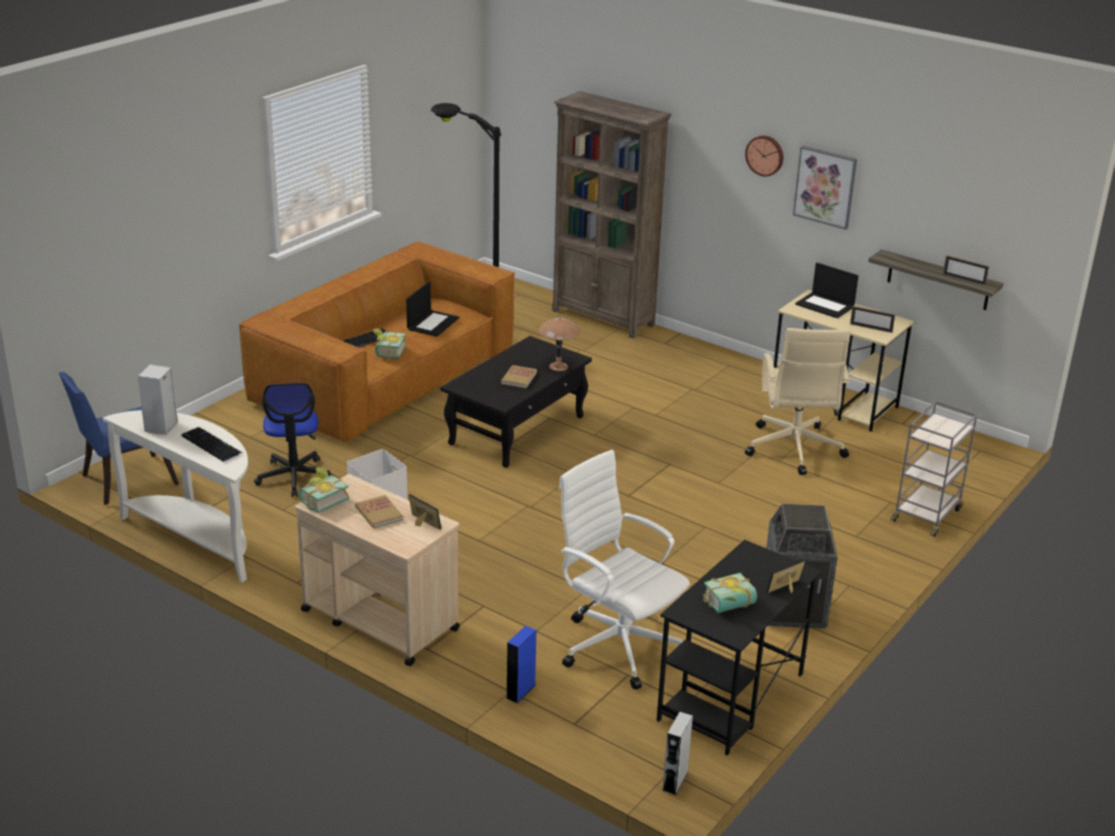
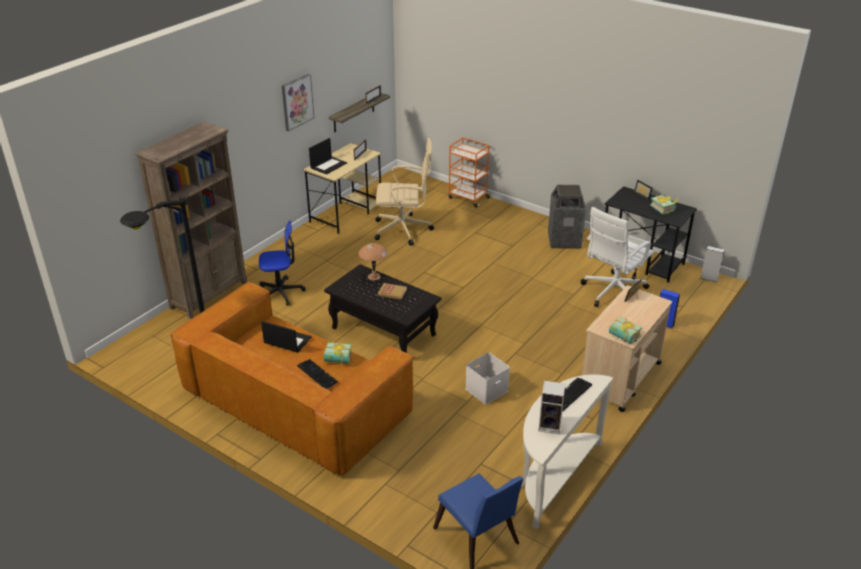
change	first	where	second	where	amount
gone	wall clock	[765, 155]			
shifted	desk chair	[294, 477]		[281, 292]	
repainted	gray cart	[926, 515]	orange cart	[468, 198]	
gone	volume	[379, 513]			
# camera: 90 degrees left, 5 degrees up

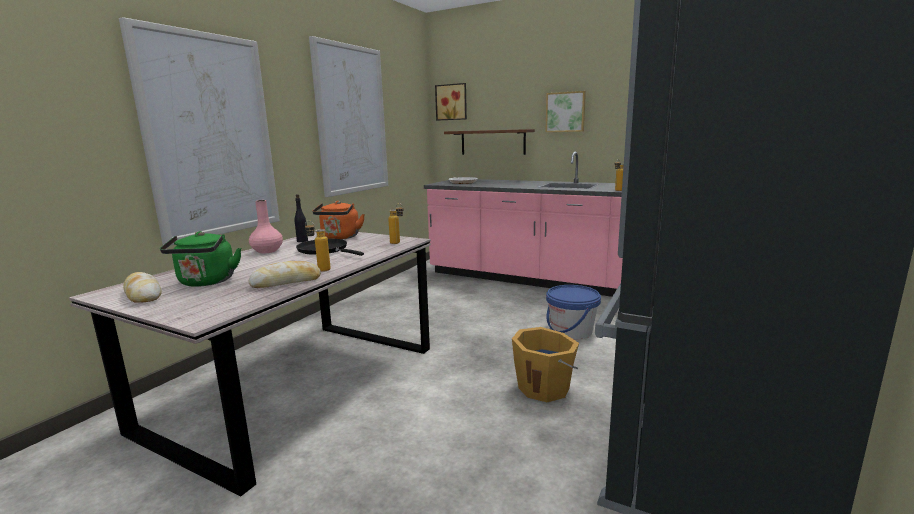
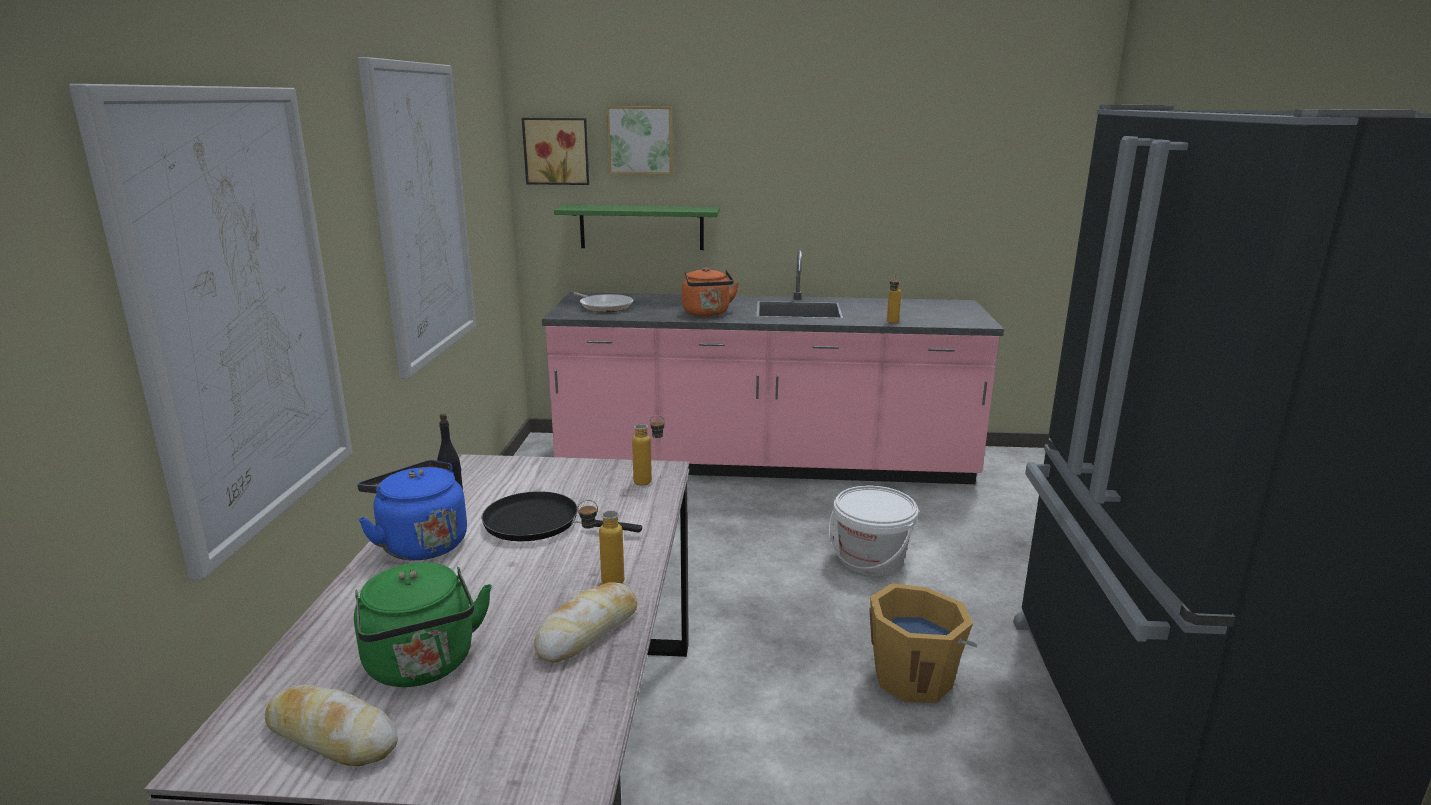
change	first	where	second	where	amount
shifted	wall picture	[565, 112]		[640, 140]	
repainted	brownish bracket shelf	[492, 142]	green bracket shelf	[641, 227]	
swapped	pink-coloured decorative vase	[267, 251]	blue water kettle	[420, 543]	
shifted	orange water kettle	[340, 238]		[707, 314]	
repainted	blue bucket	[571, 331]	white bucket	[871, 560]	
# camera: 25 degrees left, 5 degrees up

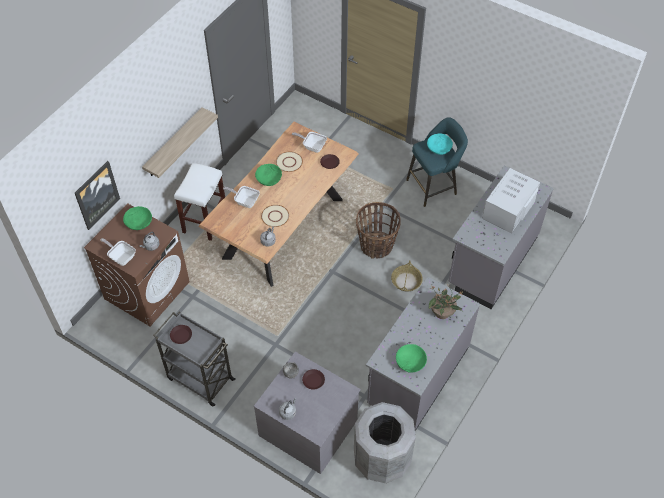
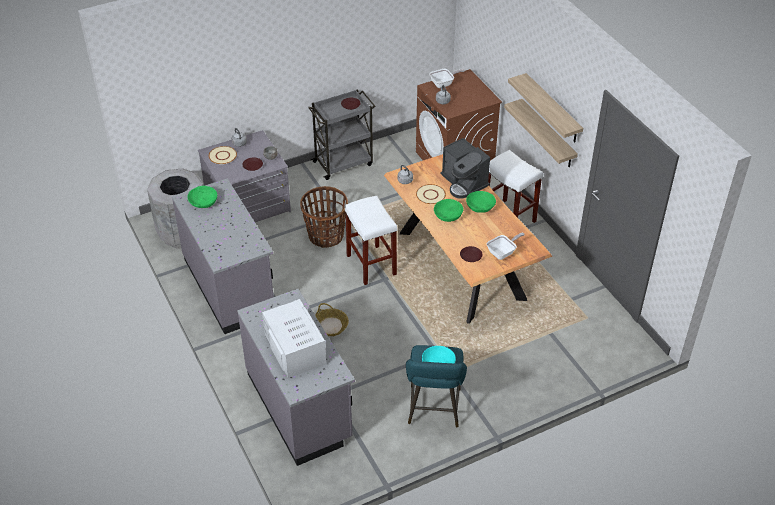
change	first	where	second	where	amount
shifted	beige-coloured plate	[289, 162]		[222, 155]	
gone	wall picture	[96, 195]			
swapped	skillet	[245, 201]	coffee maker	[464, 183]	
shifted	basket	[376, 245]		[325, 236]	
shifted	green serving bowl	[138, 223]		[448, 215]	
gone	potted plant	[442, 313]			
new			bracket shelf	[552, 109]	
new			white sitting stool	[370, 264]	
# camera: 120 degrees right, 10 degrees down

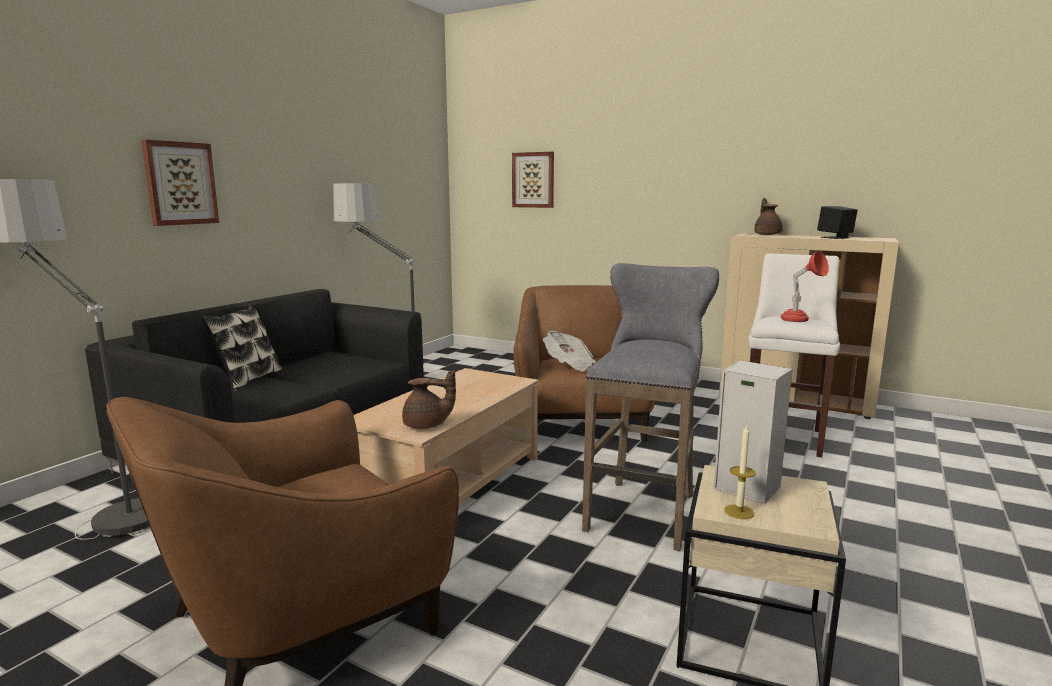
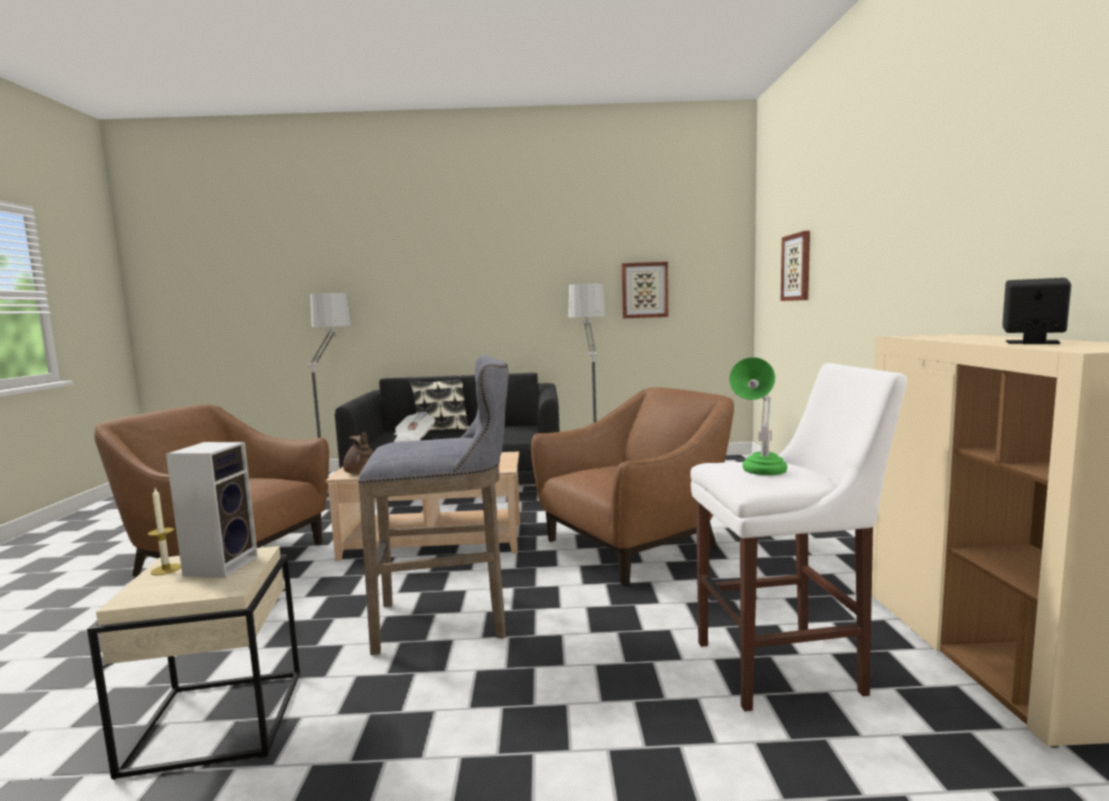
change	first	where	second	where	amount
shifted	wall picture	[180, 183]		[644, 290]	
gone	brownish tea pot	[767, 234]			
repainted	reddish lamp for a table	[800, 321]	green lamp for a table	[760, 473]	
shifted	printed paper	[569, 365]		[413, 440]	
# camera: 60 degrees right, 5 degrees down

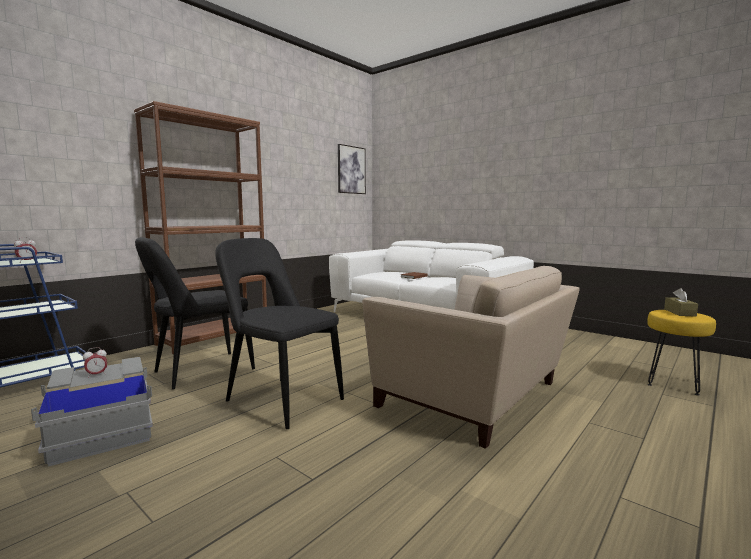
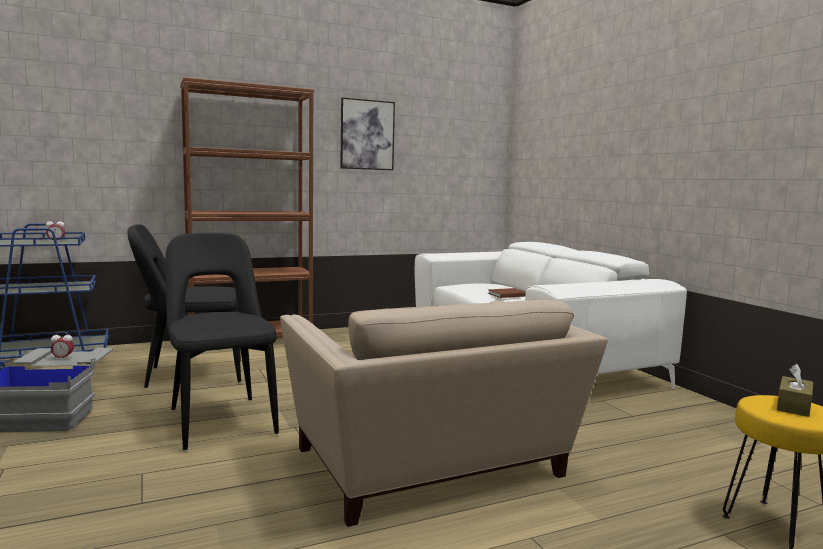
change	first	where	second	where	amount
shifted	wall picture	[351, 170]		[367, 135]	
# camera: 25 degrees right, 0 degrees up

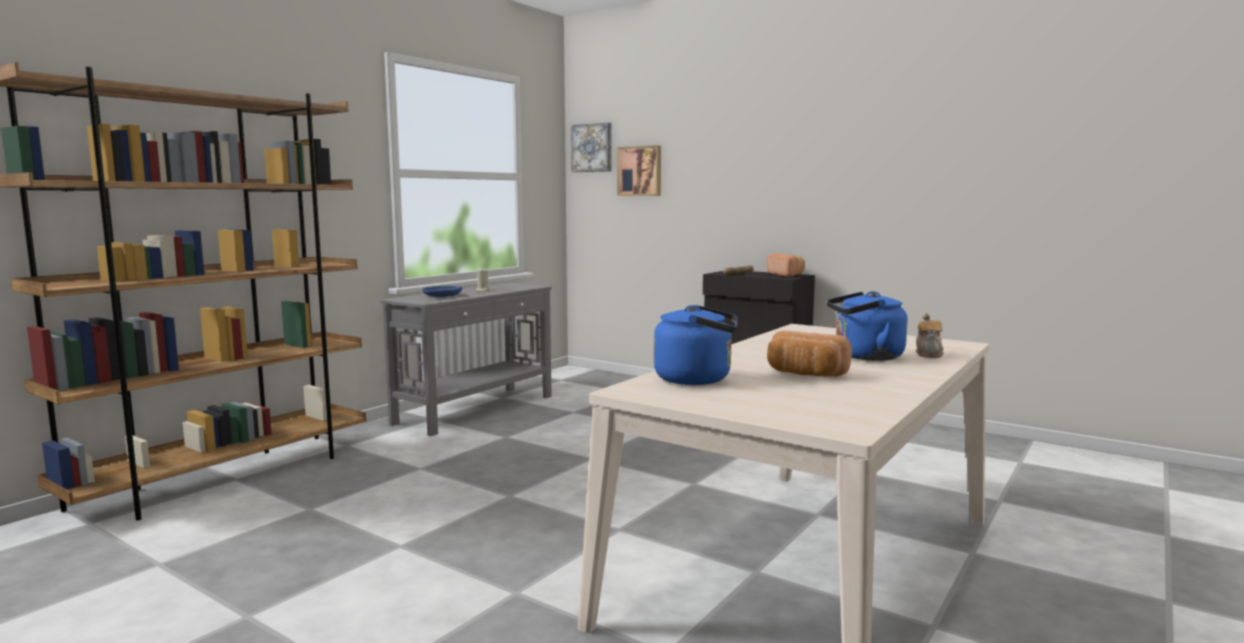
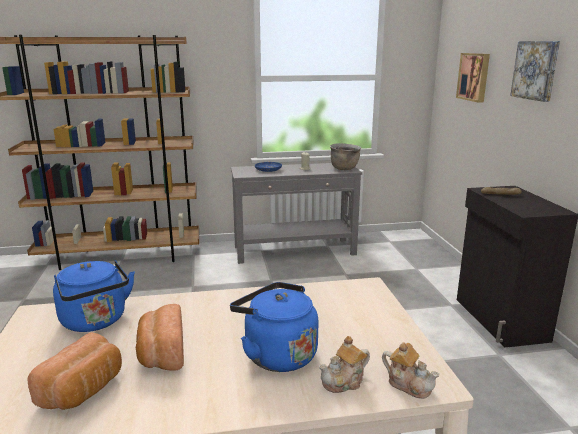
change	first	where	second	where	amount
shifted	wall picture	[592, 148]		[536, 70]	
shifted	bread	[786, 275]		[84, 390]	
new			brownish saucepot	[344, 168]	
new			tea pot	[409, 384]	
# camera: 45 degrees right, 10 degrees up

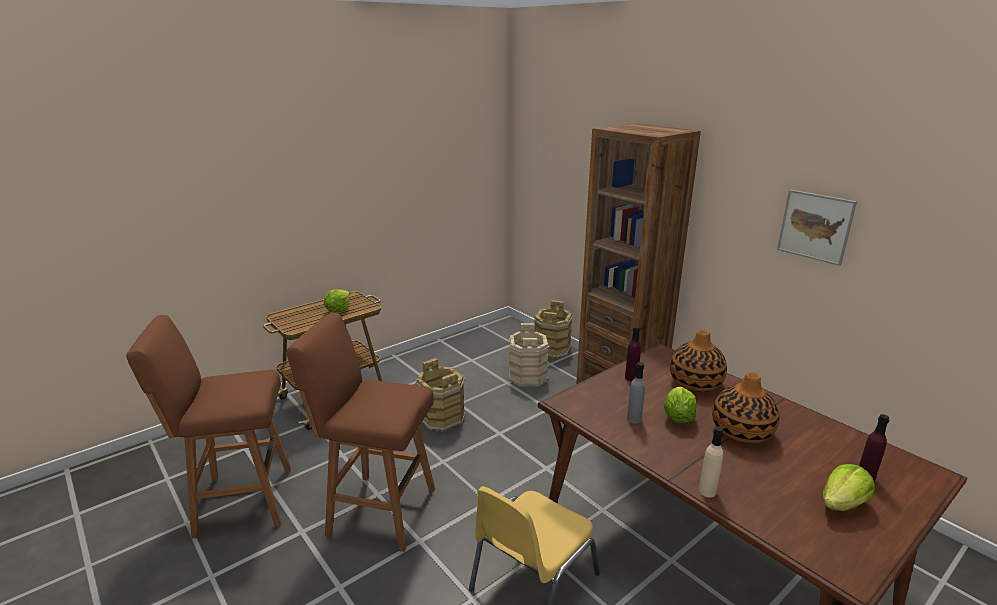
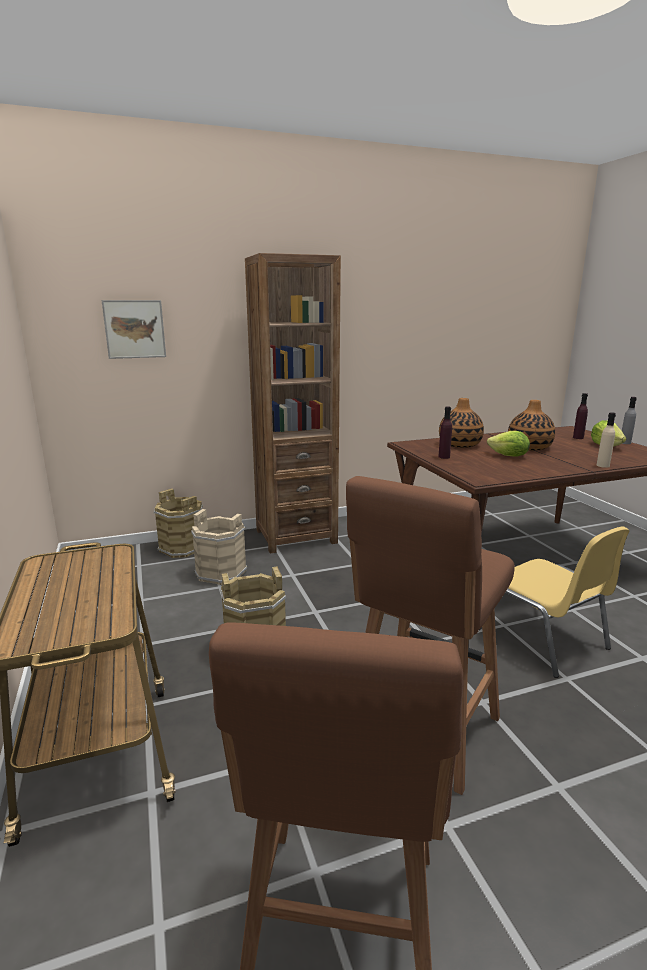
change	first	where	second	where	amount
shifted	wall picture	[815, 226]		[134, 329]	
gone	lettuce	[338, 310]			
shifted	gray drink bottle	[634, 419]		[625, 443]	
# camera: 70 degrees left, 5 degrees down

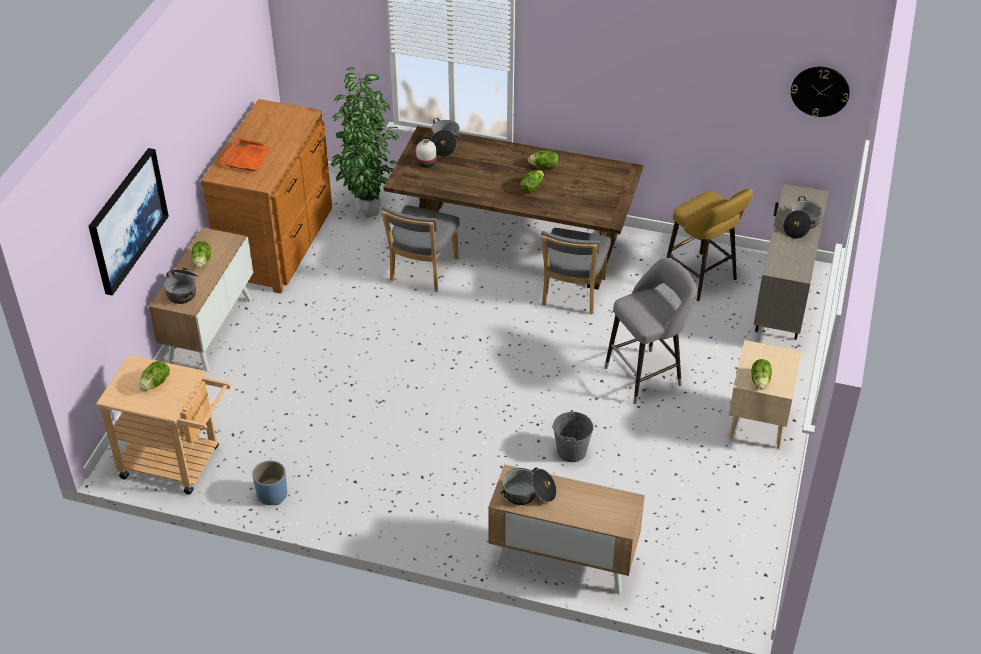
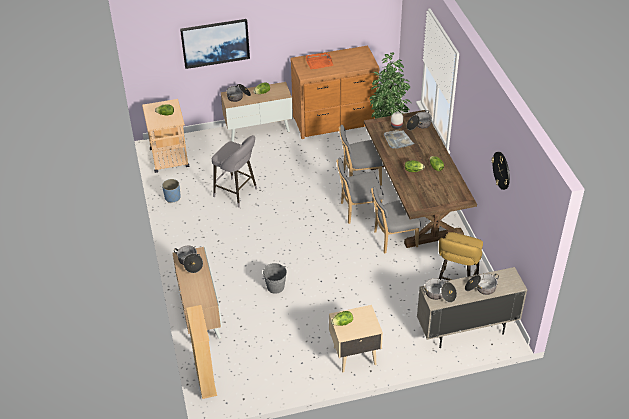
change	first	where	second	where	amount
shifted	wall clock	[820, 91]		[501, 170]	
shifted	gray sitting stool	[646, 374]		[237, 193]	
new			gray tray	[398, 140]	
new			gray plain chair	[358, 211]	
new			saucepot	[439, 294]	
new			beige-coloured bookcase	[205, 379]	
# camera: 60 degrees right, 0 degrees up

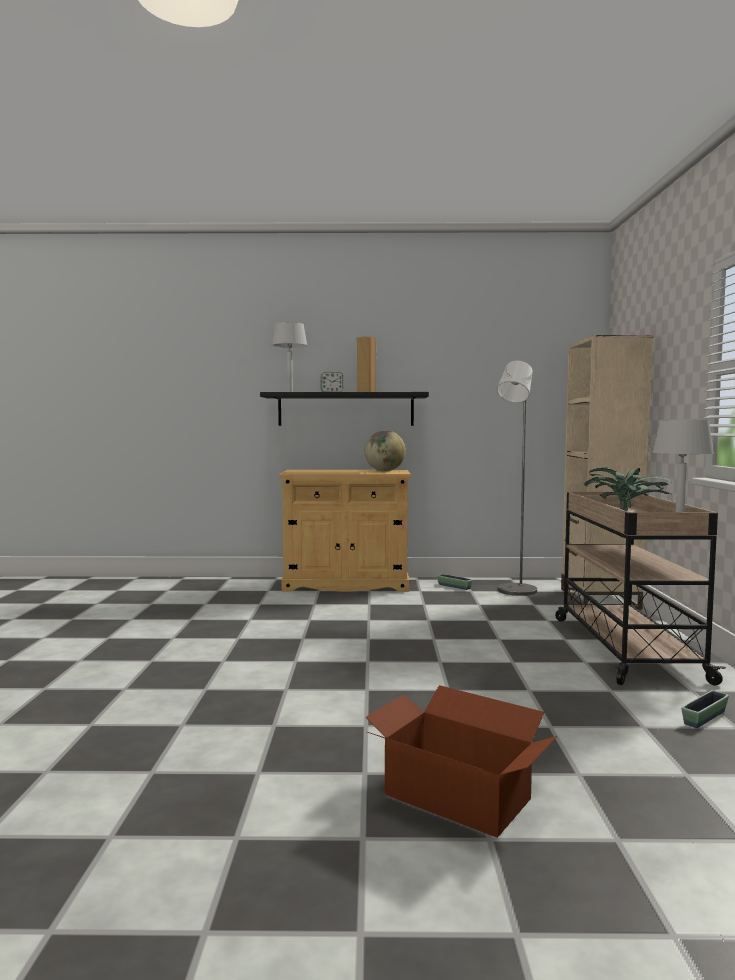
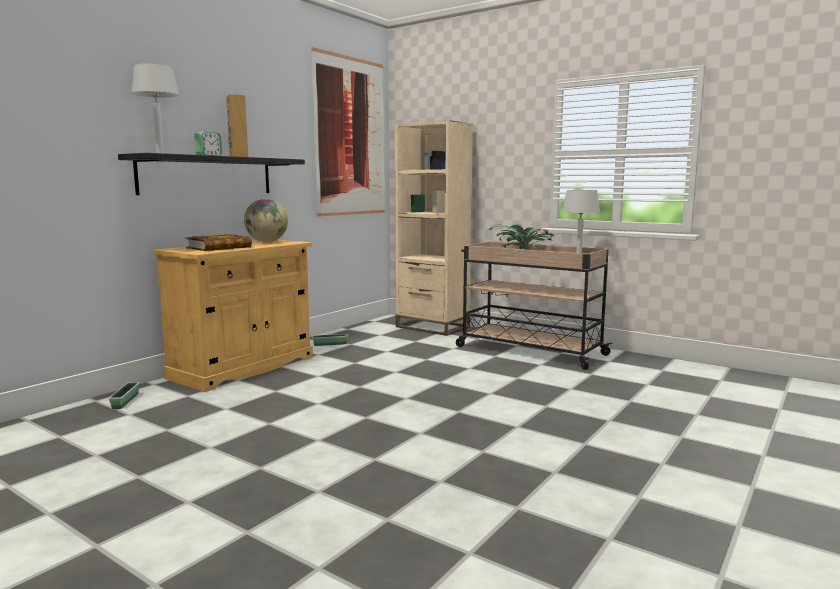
change	first	where	second	where	amount
gone	gray standing lamp	[514, 592]			
gone	cardboard box	[457, 798]			
shifted	planter	[704, 717]		[125, 401]	
new			wall picture	[350, 137]	
new			volume	[219, 247]	
# camera: 55 degrees left, 5 degrees up

